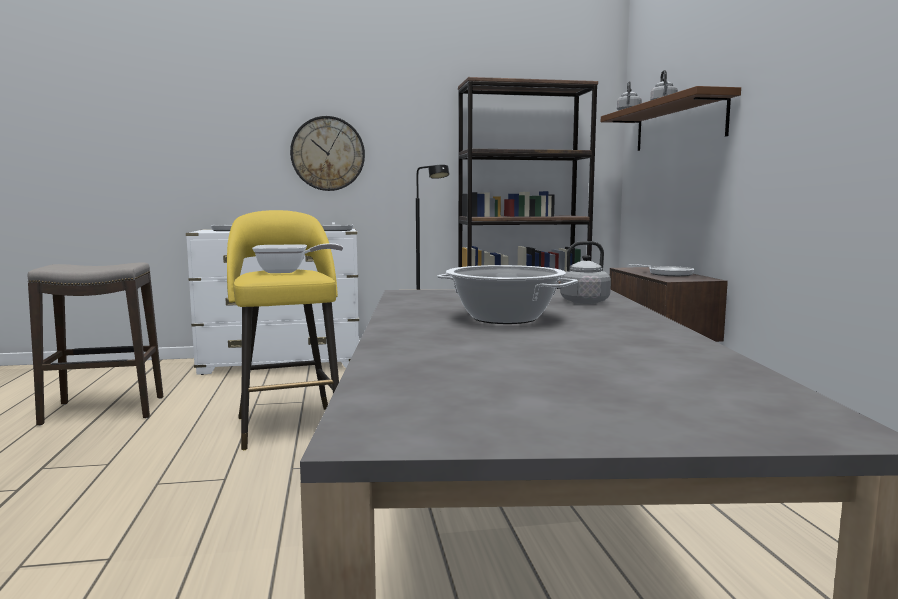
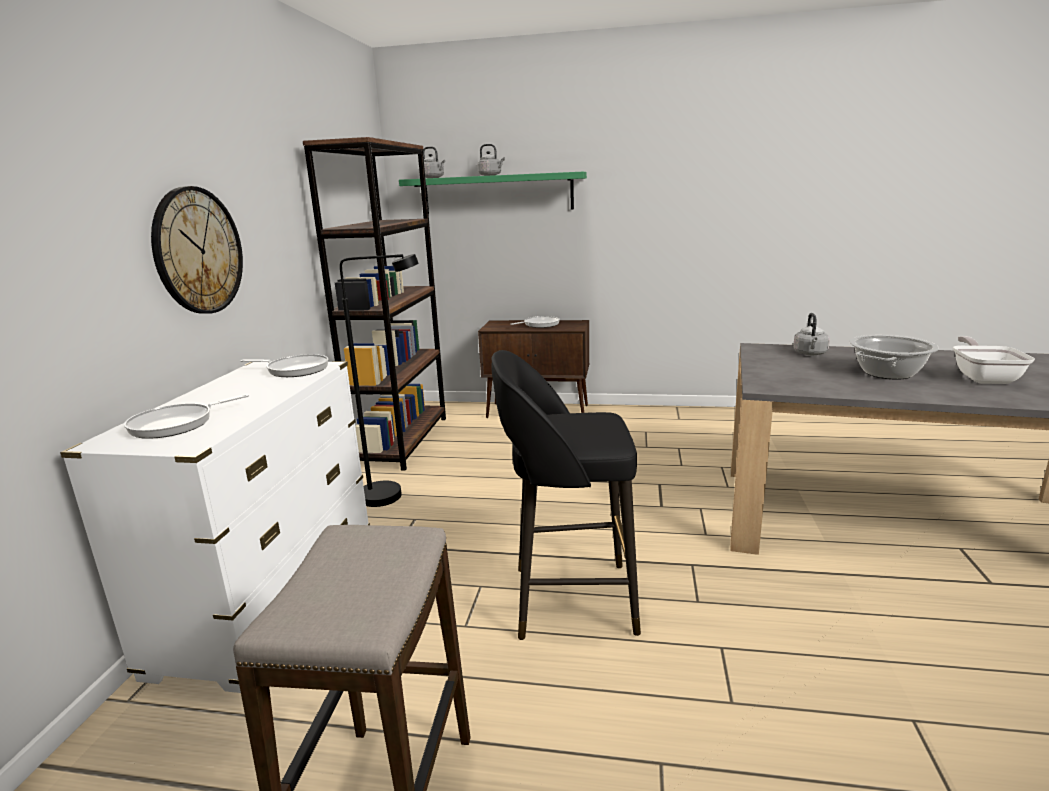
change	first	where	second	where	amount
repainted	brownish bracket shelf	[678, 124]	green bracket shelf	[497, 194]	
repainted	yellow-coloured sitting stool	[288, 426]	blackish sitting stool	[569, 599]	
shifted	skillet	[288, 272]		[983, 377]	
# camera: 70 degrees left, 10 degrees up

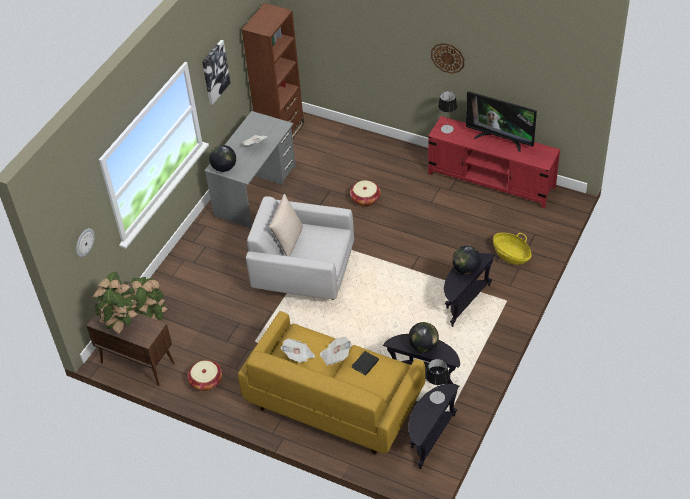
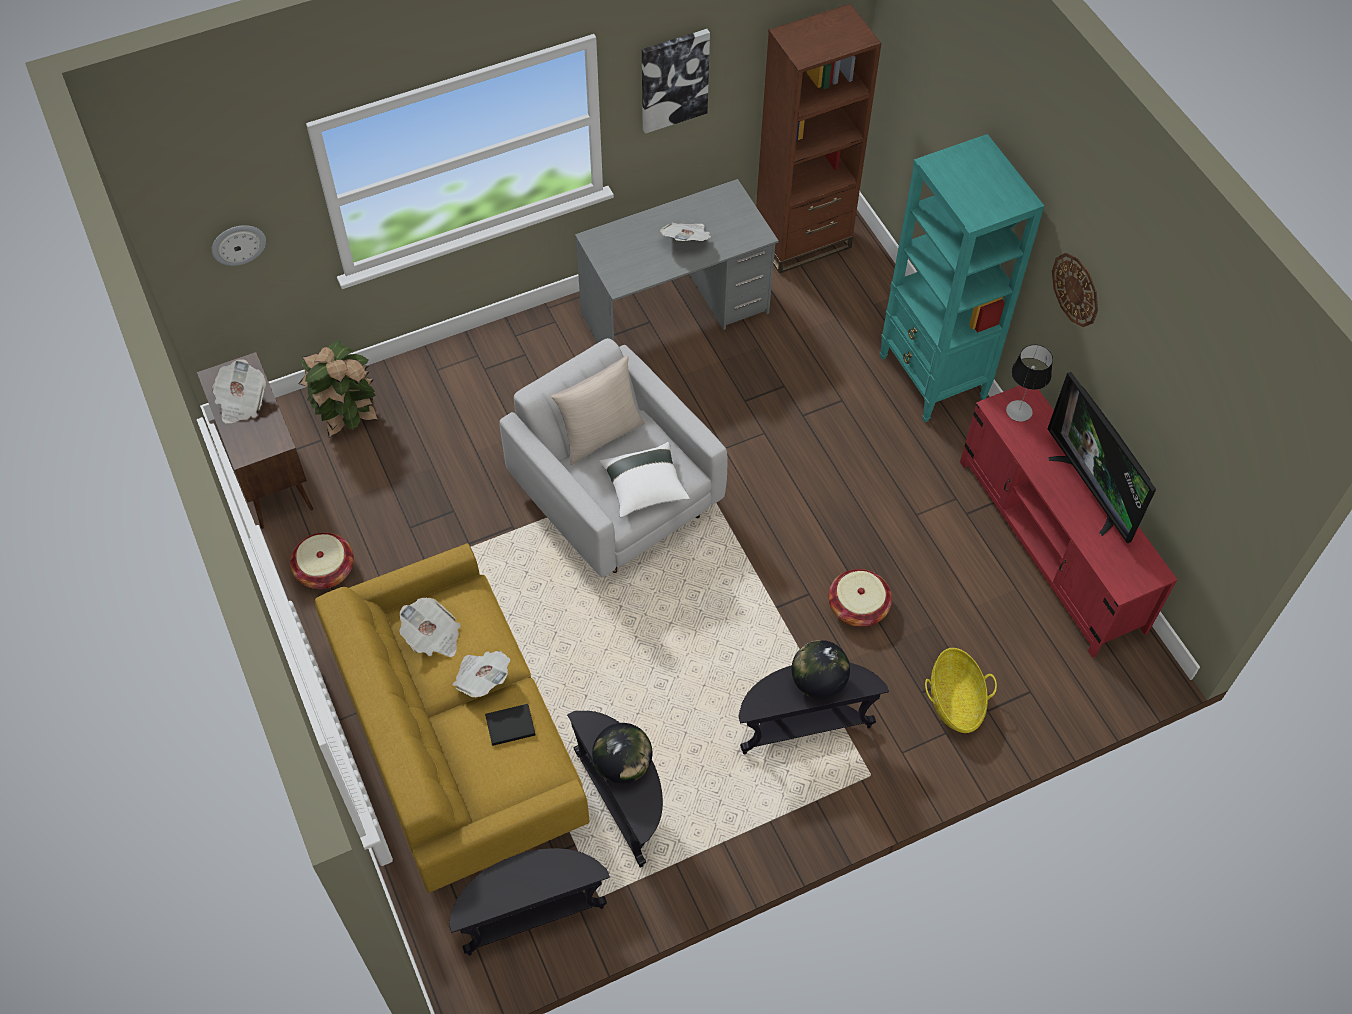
change	first	where	second	where	amount
gone	globe	[224, 168]			
shifted	basket	[365, 199]		[858, 607]	
swapped	potted plant	[121, 323]	printed paper	[241, 402]	
gone	lamp for a table	[437, 397]			
new			turquoise-coloured bookcase	[932, 378]	
new			white throw pillow	[644, 487]	
# camera: 35 degrees right, 10 degrees up

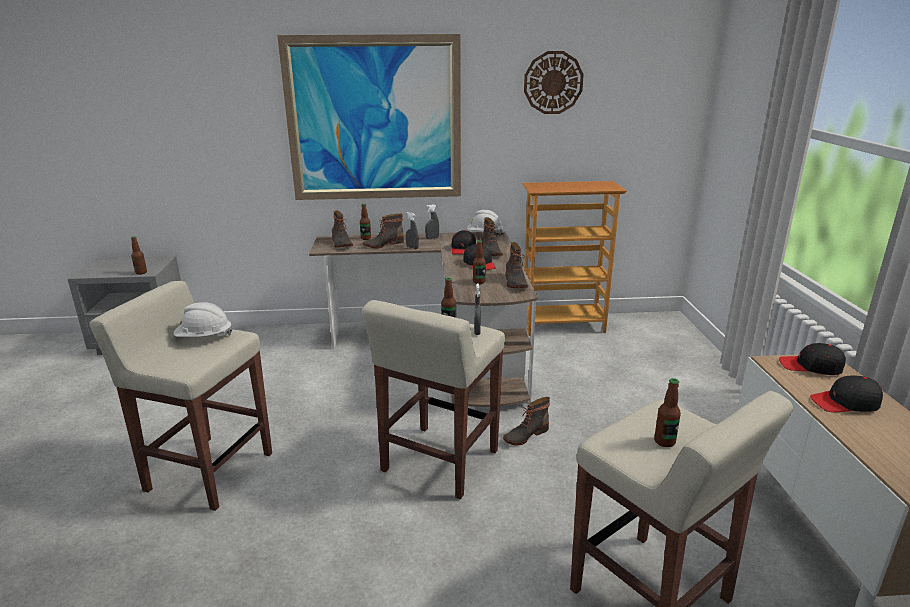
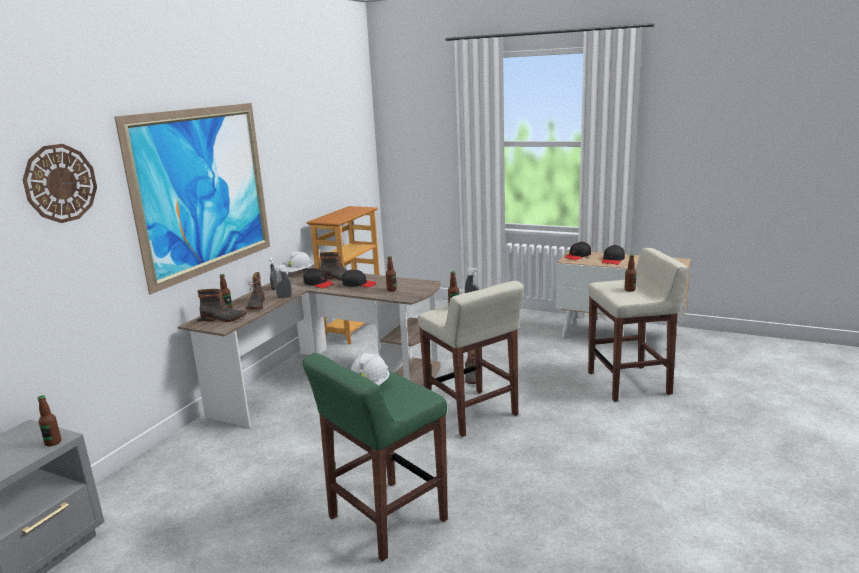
change	first	where	second	where	amount
shifted	wall clock	[553, 83]		[60, 183]	
gone	tall boot	[514, 282]			
repainted	beige-coloured sitting stool	[208, 471]	green sitting stool	[385, 519]	
# camera: 60 degrees left, 5 degrees down

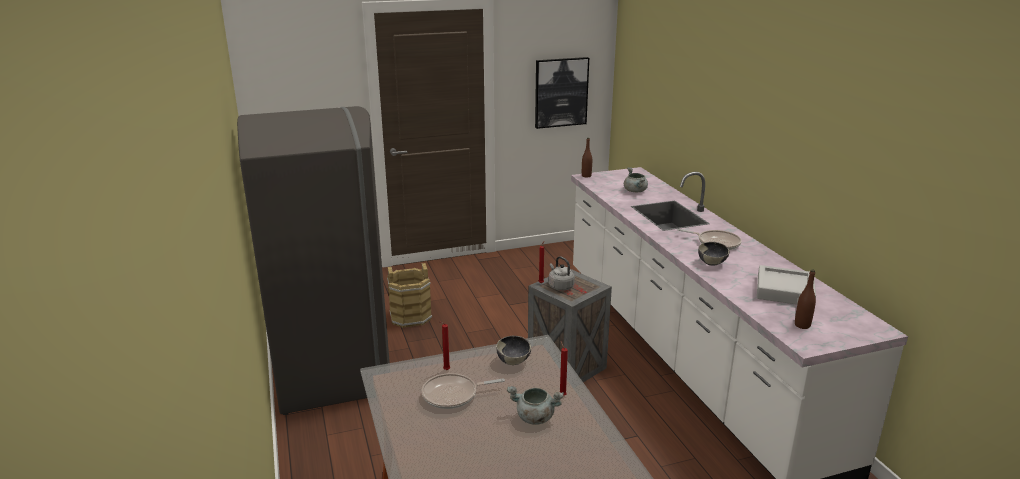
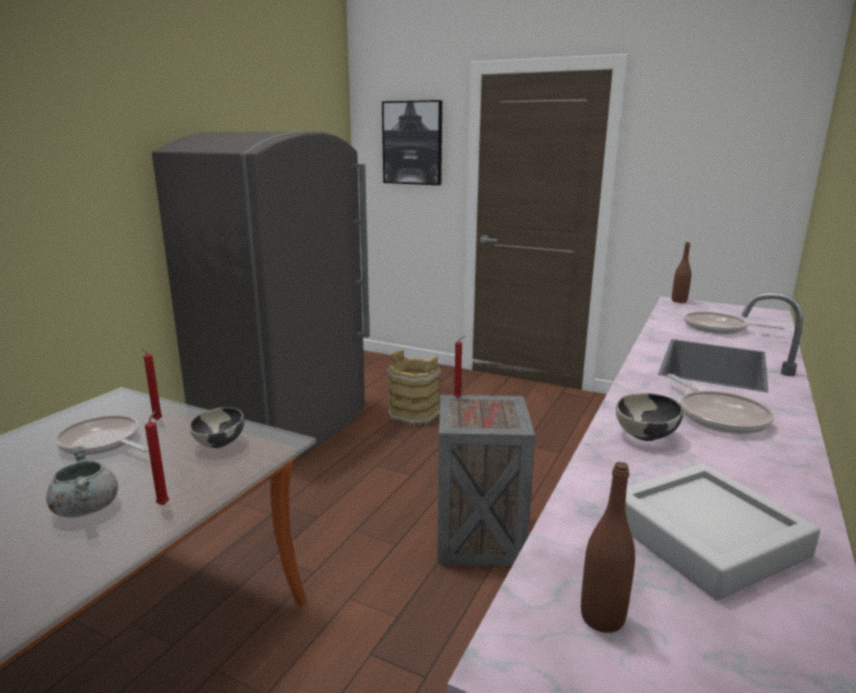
change	first	where	second	where	amount
shifted	wall picture	[561, 92]		[412, 143]	
swapped	gray saucepot	[635, 191]	skillet	[718, 328]	
gone	gray water kettle	[560, 286]			
# camera: 45 degrees right, 5 degrees down

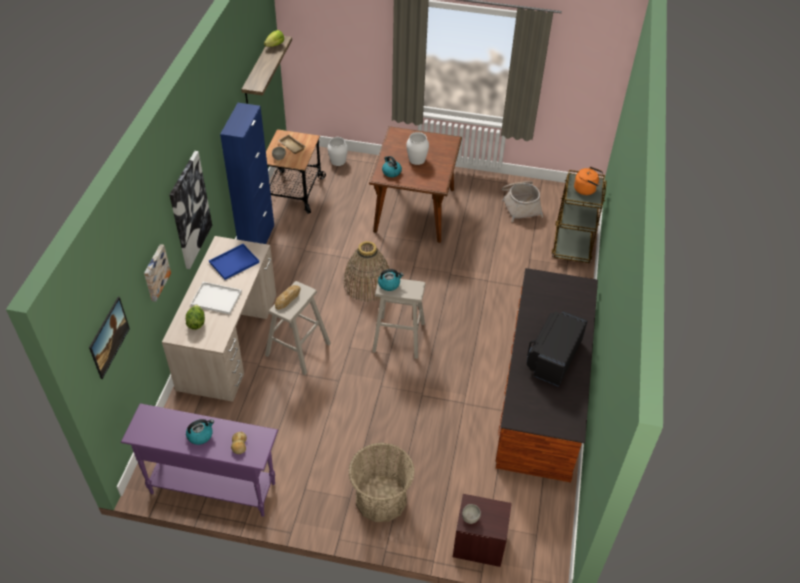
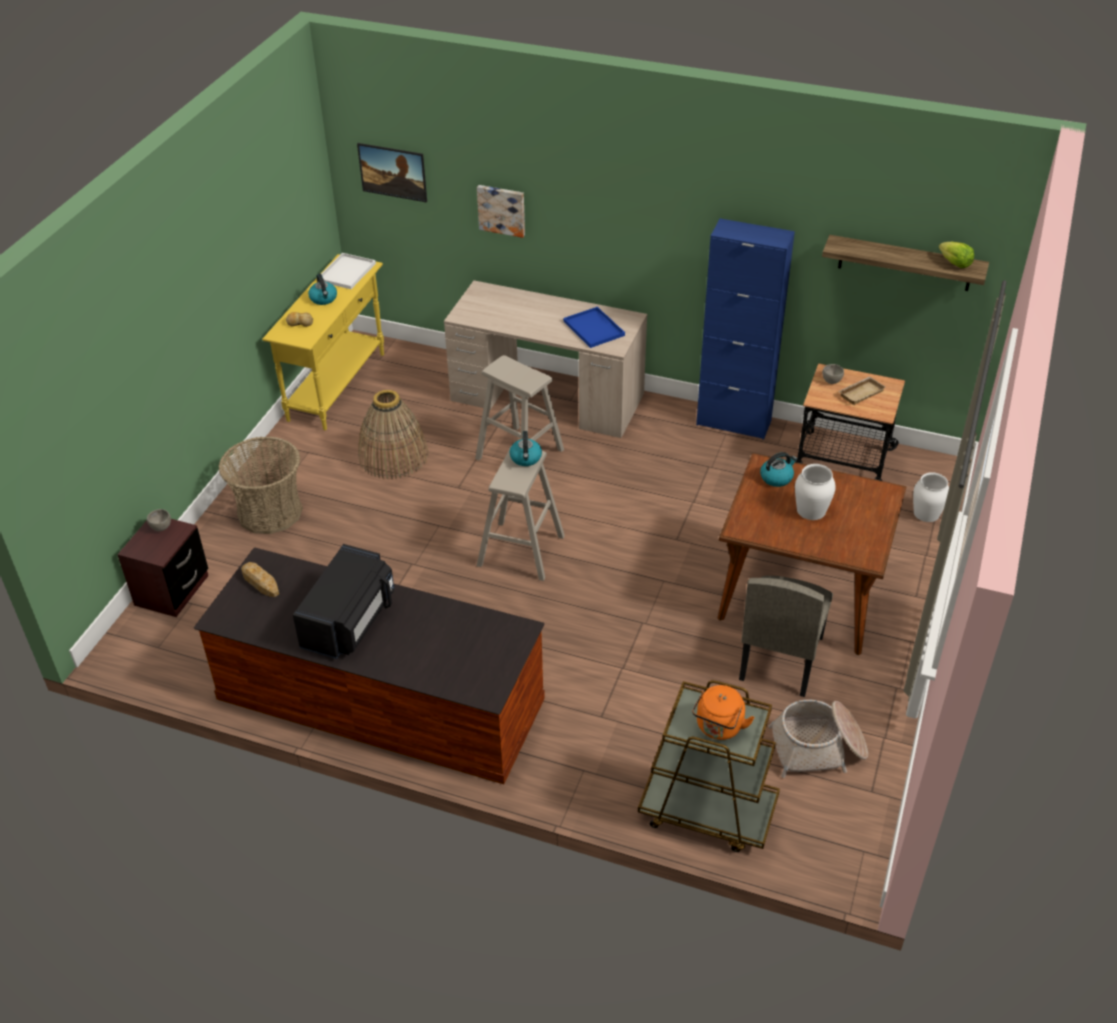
change	first	where	second	where	amount
gone	wall picture	[190, 210]			
shifted	basket	[367, 284]		[393, 456]	
shifted	white tray	[217, 298]		[346, 273]	
shifted	bread	[288, 298]		[260, 582]	
gone	lettuce	[196, 322]			
rotated	blackish microwave	[553, 357]		[350, 621]	75 degrees clockwise
repainted	purple hall table	[212, 487]	yellow-coloured hall table	[337, 386]	
new			beige-coloured plain chair	[780, 658]	
# camera: 100 degrees right, 5 degrees down

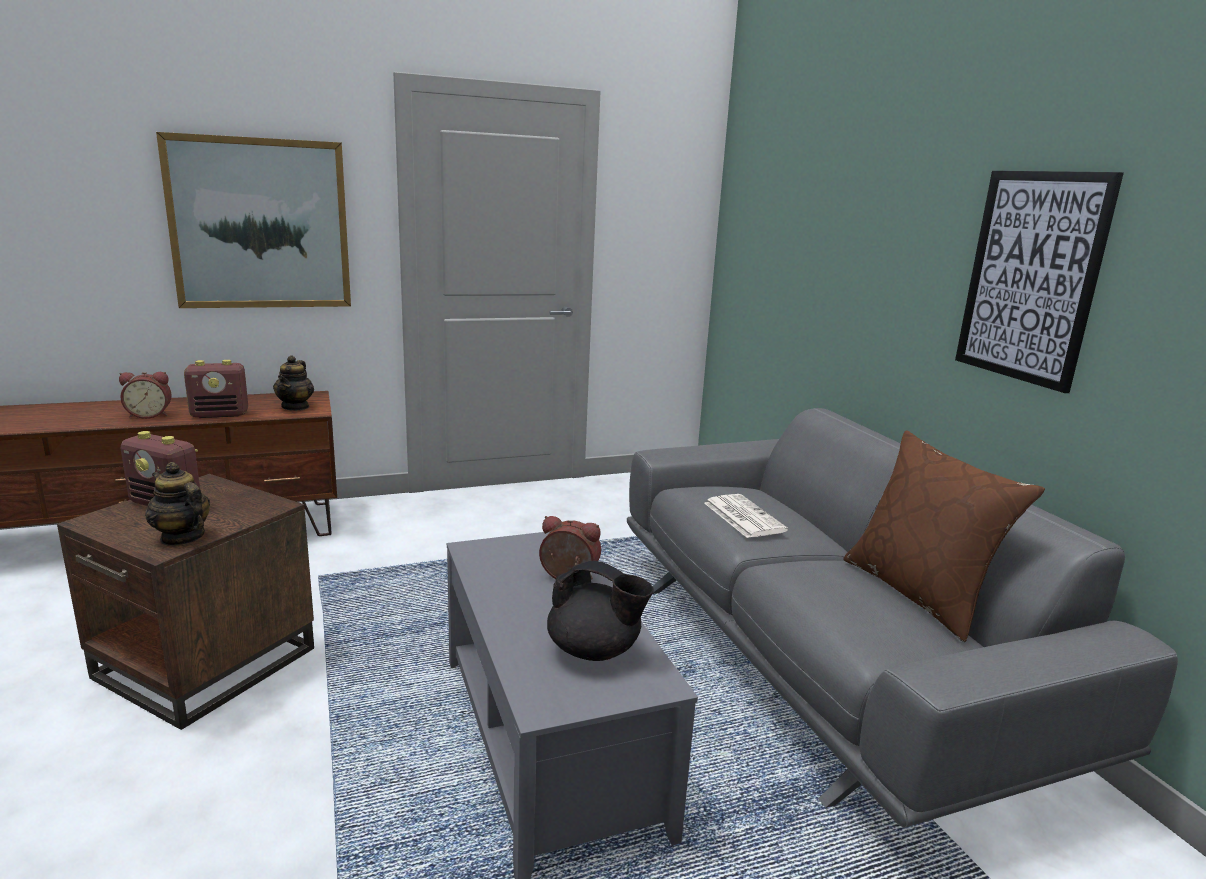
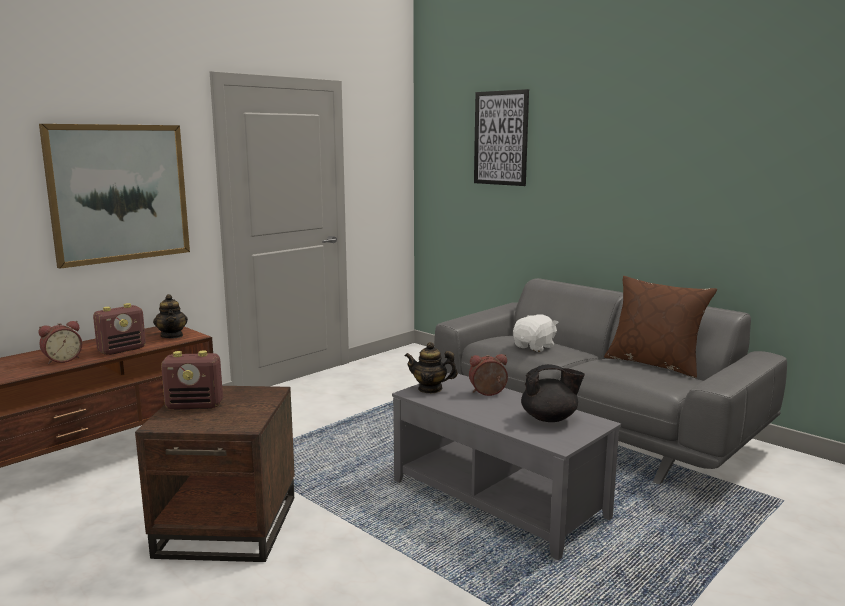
change	first	where	second	where	amount
shifted	wall picture	[1031, 277]		[501, 138]	
shifted	tea pot	[182, 537]		[430, 389]	
swapped	printed paper	[742, 516]	white soft toy	[535, 347]	
# camera: 25 degrees left, 5 degrees down

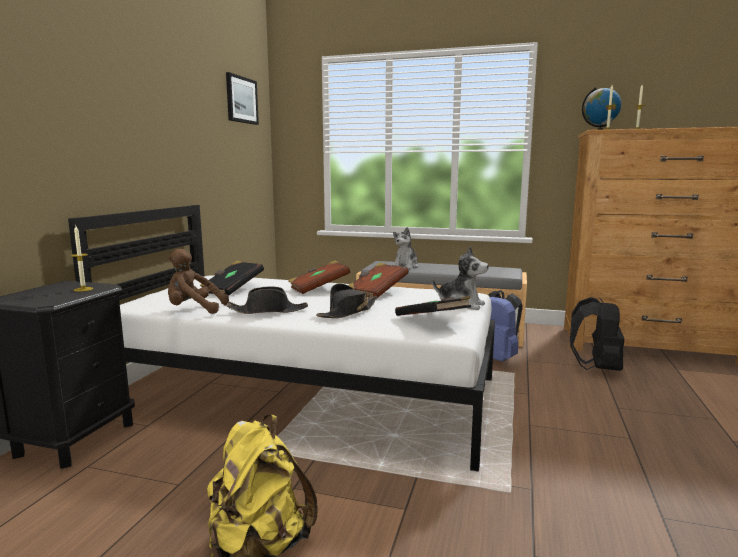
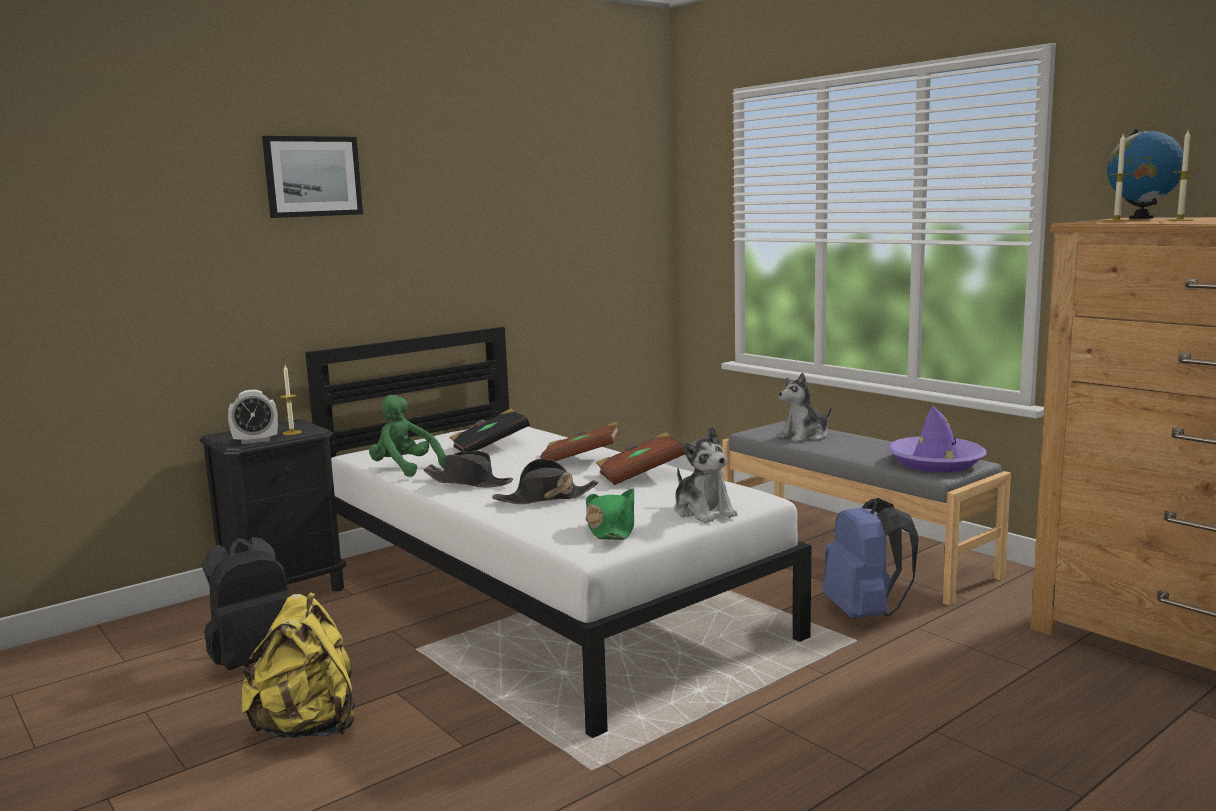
change	first	where	second	where	amount
shifted	wall picture	[241, 100]		[312, 176]	
repainted	brownish soft toy	[194, 310]	green soft toy	[405, 469]	
swapped	blackish volume	[432, 321]	green clothing hat	[611, 528]	
shifted	blackish rucksack	[597, 368]		[255, 660]	
new			bedside clock	[255, 441]	
new			purple clothing hat	[935, 462]	
# camera: 35 degrees right, 0 degrees up

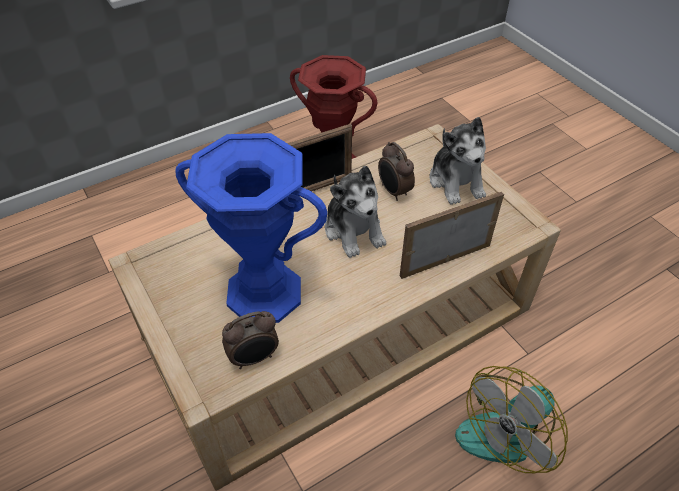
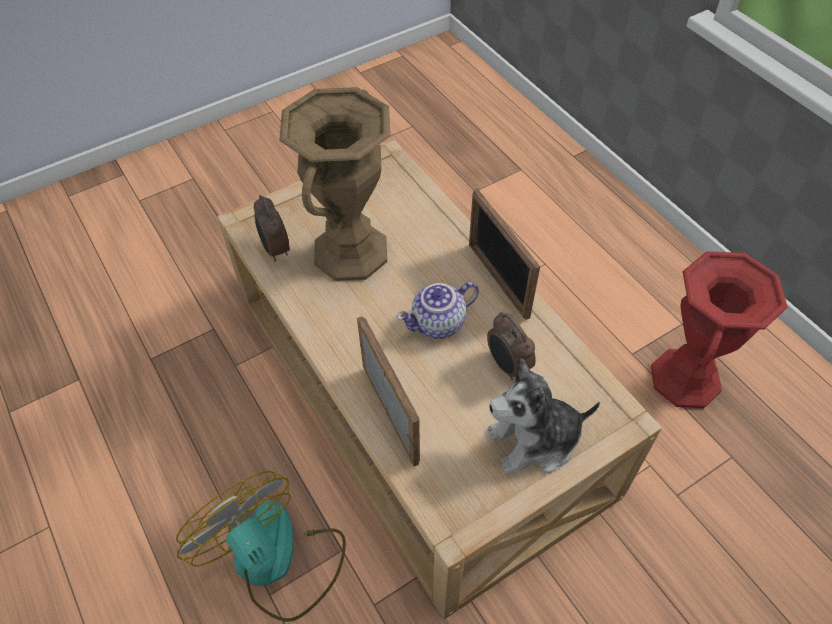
change	first	where	second	where	amount
repainted	blue decorative vase	[264, 293]	brownish decorative vase	[350, 252]	
rotated	bedside clock	[393, 191]		[507, 366]	90 degrees counterclockwise
swapped	soft toy	[354, 230]	tea pot	[438, 324]	
# camera: 90 degrees right, 5 degrees up

